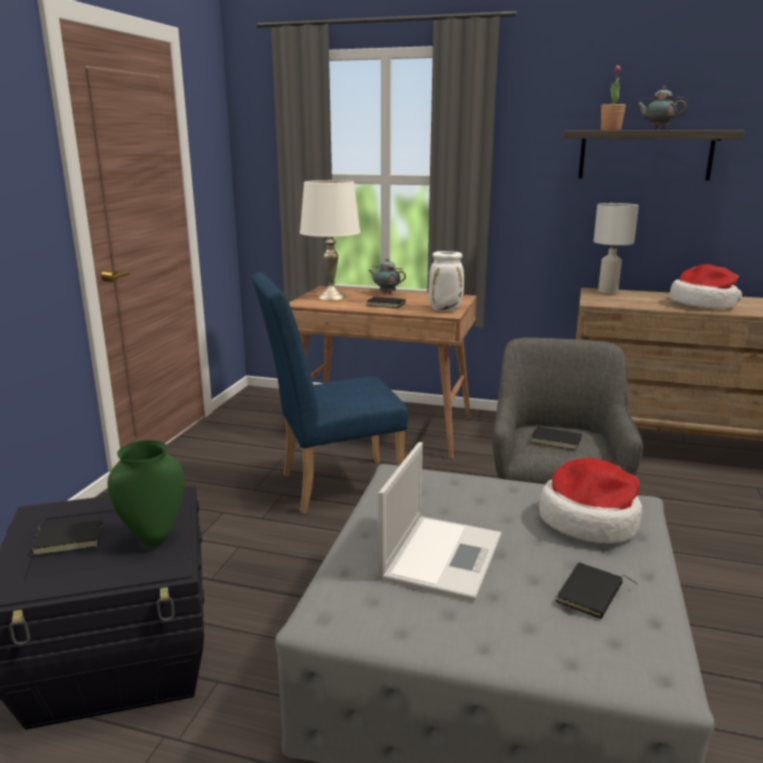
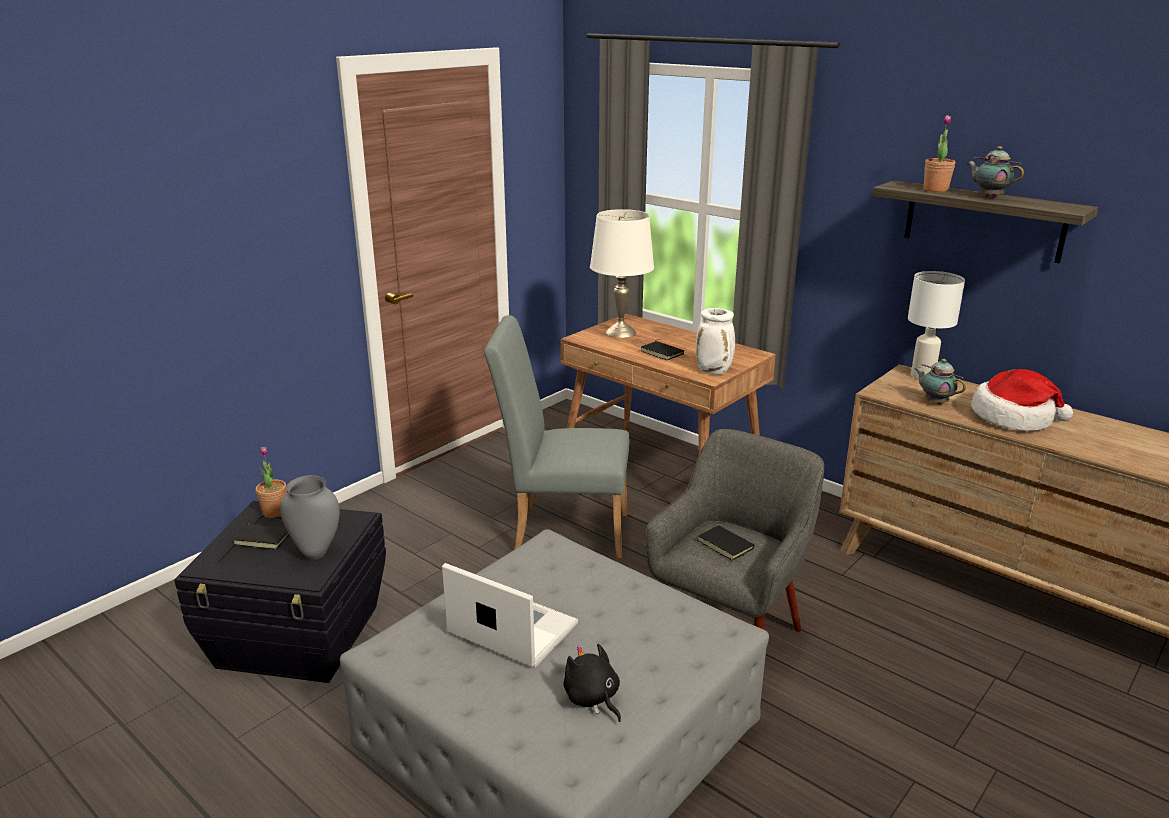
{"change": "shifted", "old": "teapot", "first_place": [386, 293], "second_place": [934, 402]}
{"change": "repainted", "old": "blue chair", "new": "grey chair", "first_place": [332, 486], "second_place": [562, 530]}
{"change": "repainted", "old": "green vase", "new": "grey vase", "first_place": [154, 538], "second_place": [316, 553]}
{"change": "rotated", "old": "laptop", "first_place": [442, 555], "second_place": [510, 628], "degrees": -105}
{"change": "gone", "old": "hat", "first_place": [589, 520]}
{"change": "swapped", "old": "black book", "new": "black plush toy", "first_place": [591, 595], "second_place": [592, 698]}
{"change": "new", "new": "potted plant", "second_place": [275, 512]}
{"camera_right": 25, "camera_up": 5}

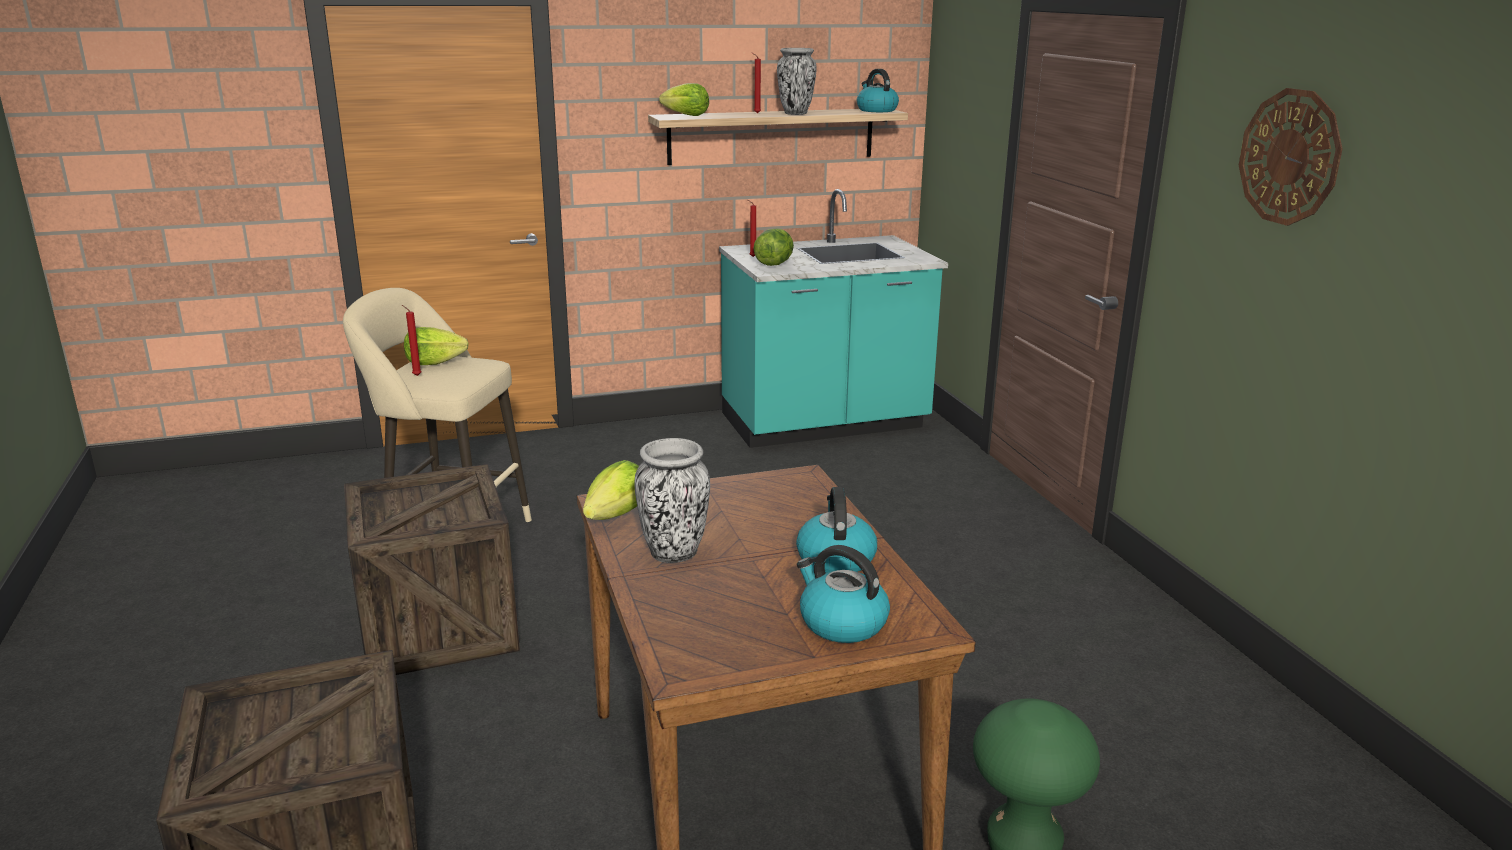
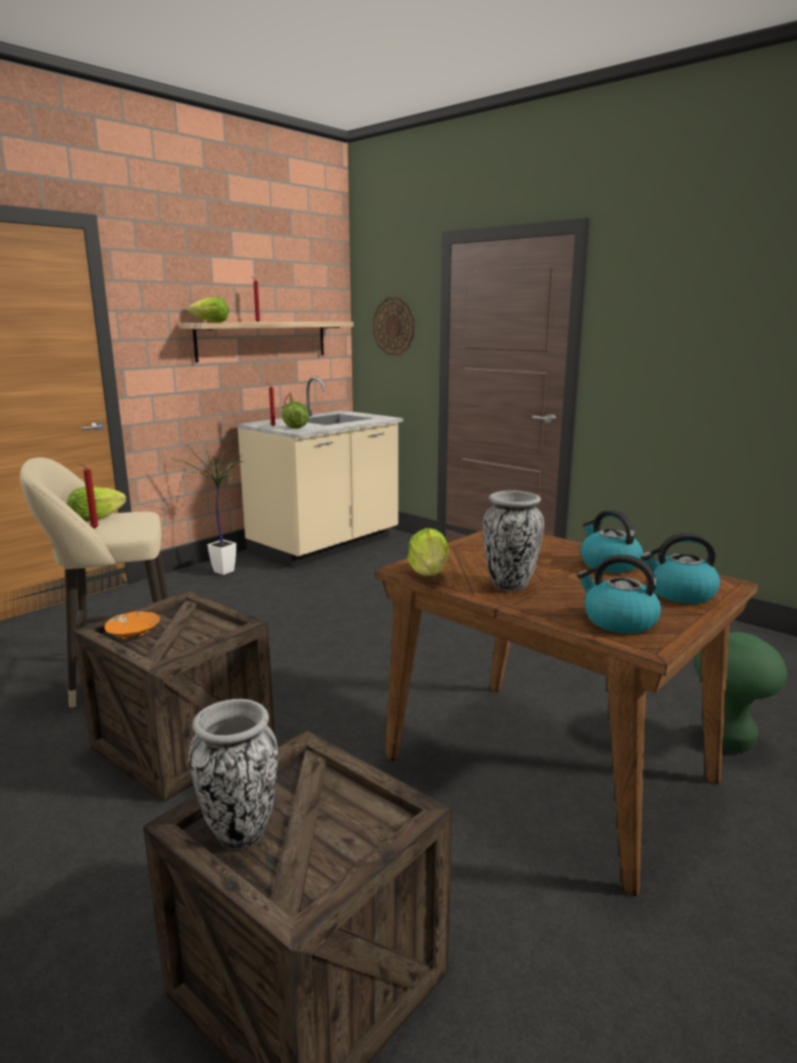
{"change": "shifted", "old": "vase", "first_place": [795, 113], "second_place": [239, 832]}
{"change": "shifted", "old": "kettle", "first_place": [876, 110], "second_place": [618, 621]}
{"change": "shifted", "old": "wall clock", "first_place": [1290, 157], "second_place": [394, 326]}
{"change": "repainted", "old": "turquoise counter", "new": "beige counter", "first_place": [824, 423], "second_place": [326, 545]}
{"change": "new", "new": "potted plant", "second_place": [224, 573]}
{"change": "new", "new": "orange bowl", "second_place": [134, 633]}
{"camera_right": -30, "camera_up": -5}

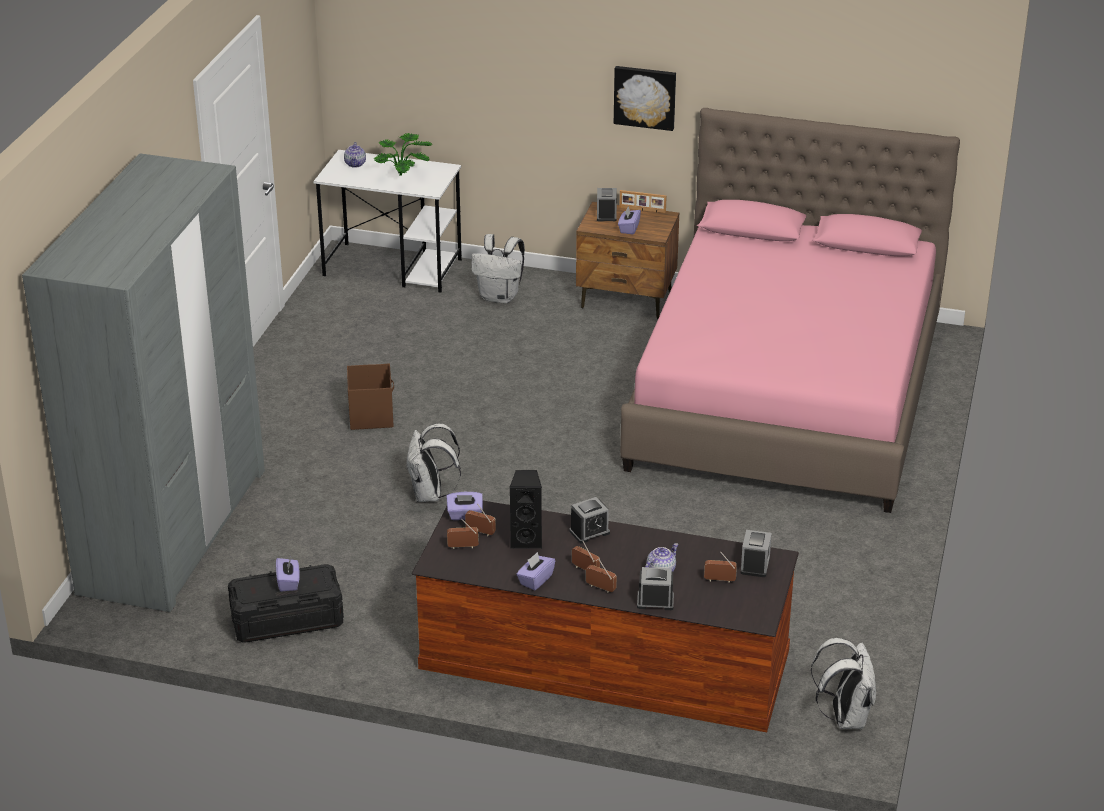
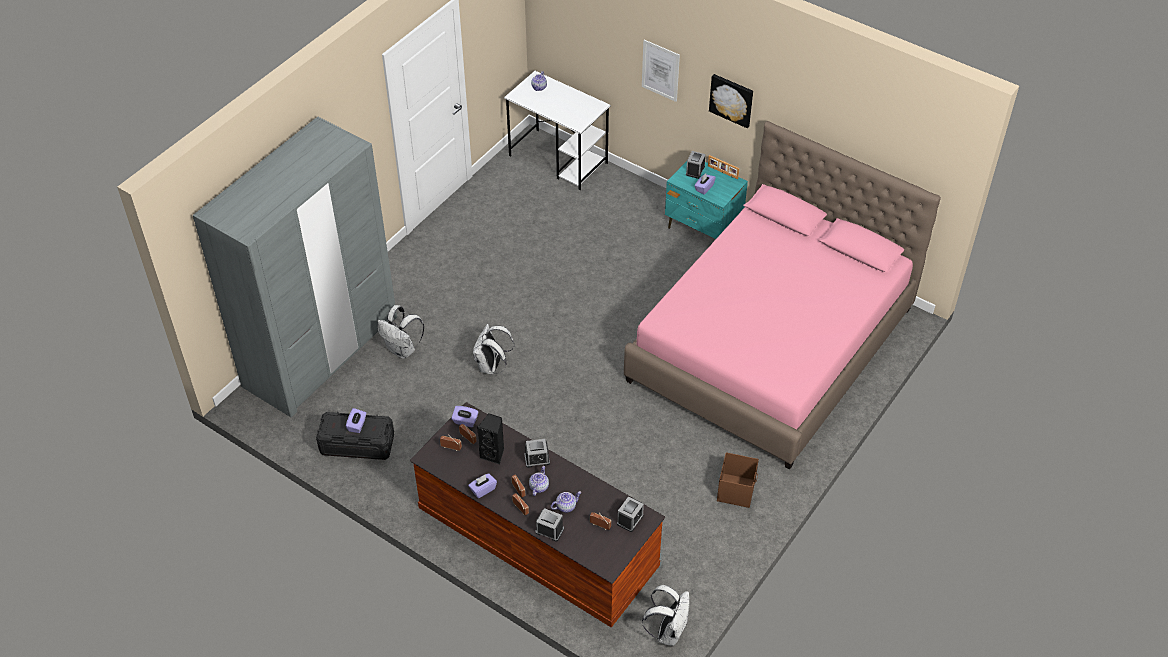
{"change": "gone", "old": "potted plant", "first_place": [404, 175]}
{"change": "repainted", "old": "brown nightstand", "new": "turquoise nightstand", "first_place": [627, 300], "second_place": [703, 228]}
{"change": "shifted", "old": "white backpack", "first_place": [500, 297], "second_place": [402, 350]}
{"change": "shifted", "old": "brown storage box", "first_place": [371, 416], "second_place": [736, 490]}
{"change": "new", "new": "picture", "second_place": [660, 70]}
{"change": "new", "new": "teapot", "second_place": [538, 486]}
{"camera_right": 20, "camera_up": 15}

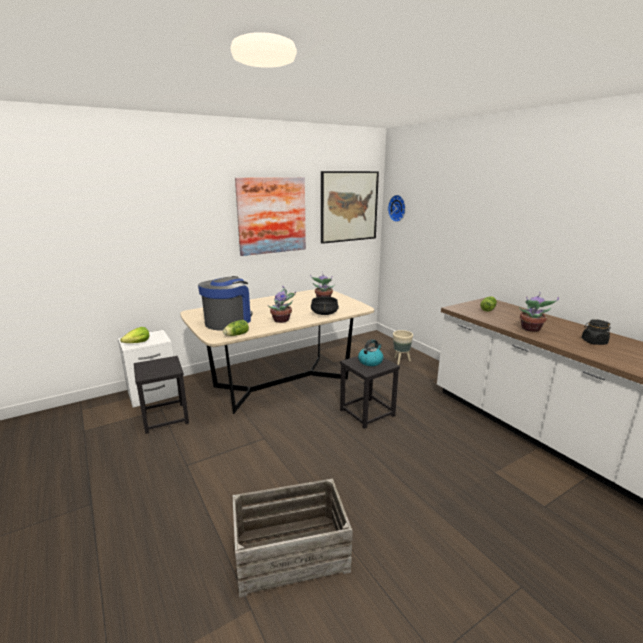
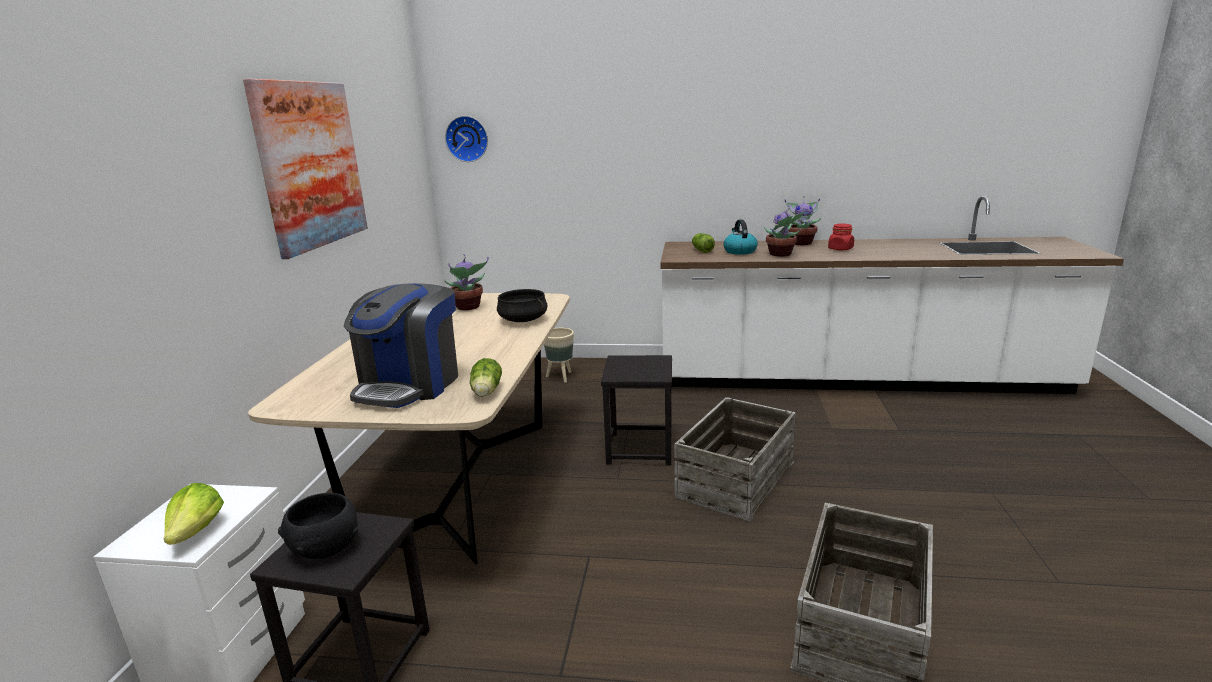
{"change": "gone", "old": "picture", "first_place": [349, 206]}
{"change": "rotated", "old": "coffee machine", "first_place": [228, 322], "second_place": [410, 385], "degrees": -135}
{"change": "shifted", "old": "potted plant", "first_place": [282, 320], "second_place": [801, 243]}
{"change": "repainted", "old": "black jar", "new": "red jar", "first_place": [594, 342], "second_place": [840, 249]}
{"change": "shifted", "old": "kettle", "first_place": [370, 361], "second_place": [739, 251]}
{"change": "new", "new": "crate", "second_place": [734, 479]}
{"change": "new", "new": "black bowl", "second_place": [325, 548]}
{"camera_right": -50, "camera_up": 0}

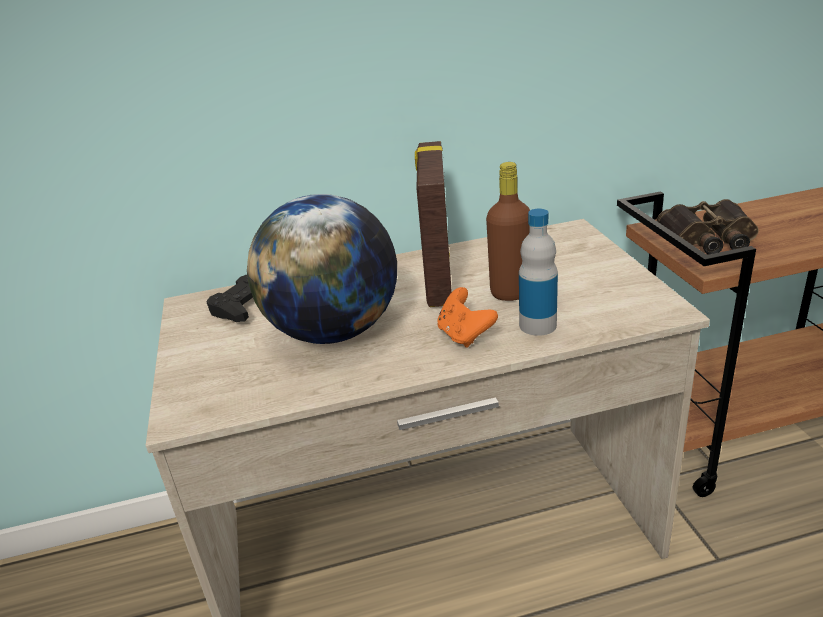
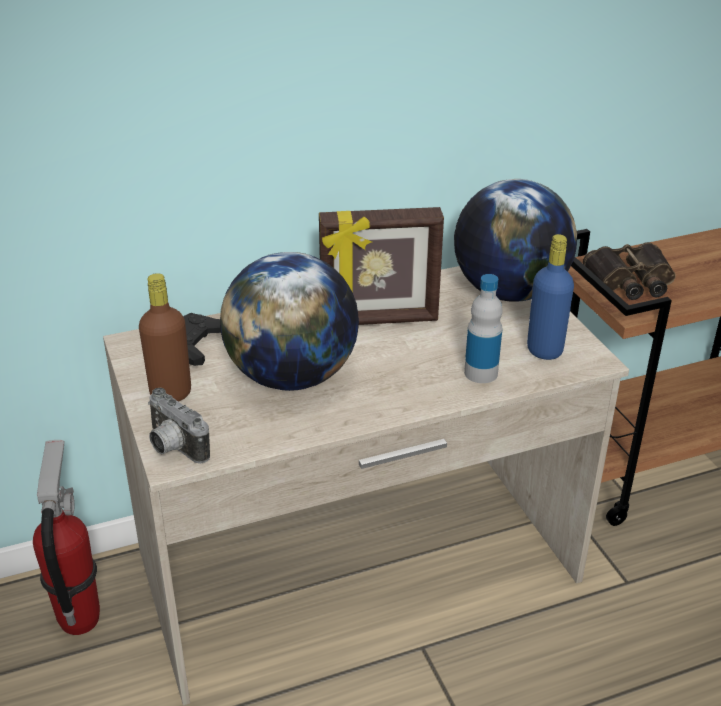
{"change": "rotated", "old": "picture frame", "first_place": [437, 278], "second_place": [379, 321], "degrees": -90}
{"change": "shifted", "old": "brown bottle", "first_place": [510, 293], "second_place": [171, 393]}
{"change": "gone", "old": "orange game controller", "first_place": [464, 335]}
{"change": "new", "new": "globe", "second_place": [509, 292]}
{"change": "new", "new": "blue bottle", "second_place": [544, 350]}
{"change": "new", "new": "photo camera", "second_place": [173, 447]}
{"change": "new", "new": "fire extinguisher", "second_place": [80, 618]}
{"camera_right": -10, "camera_up": 5}

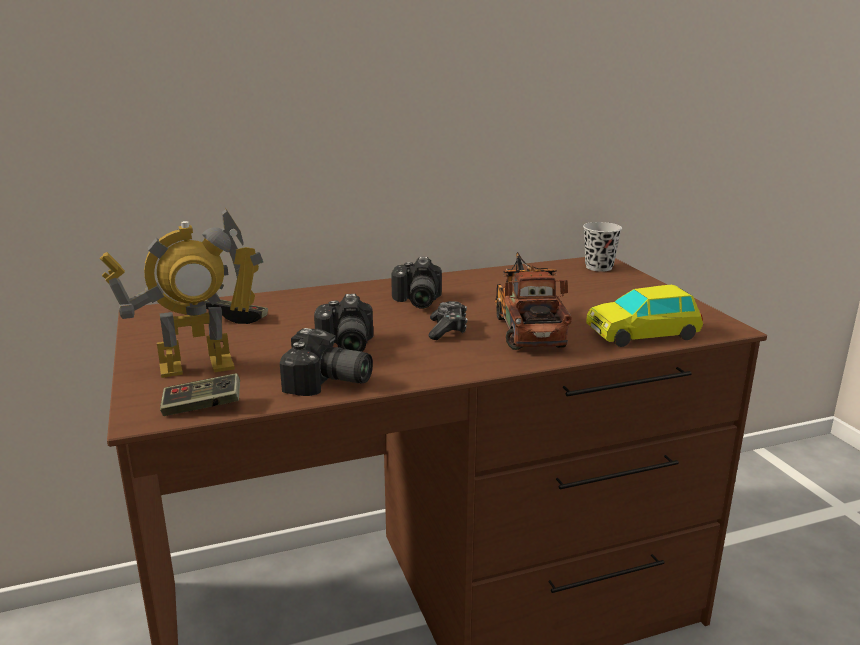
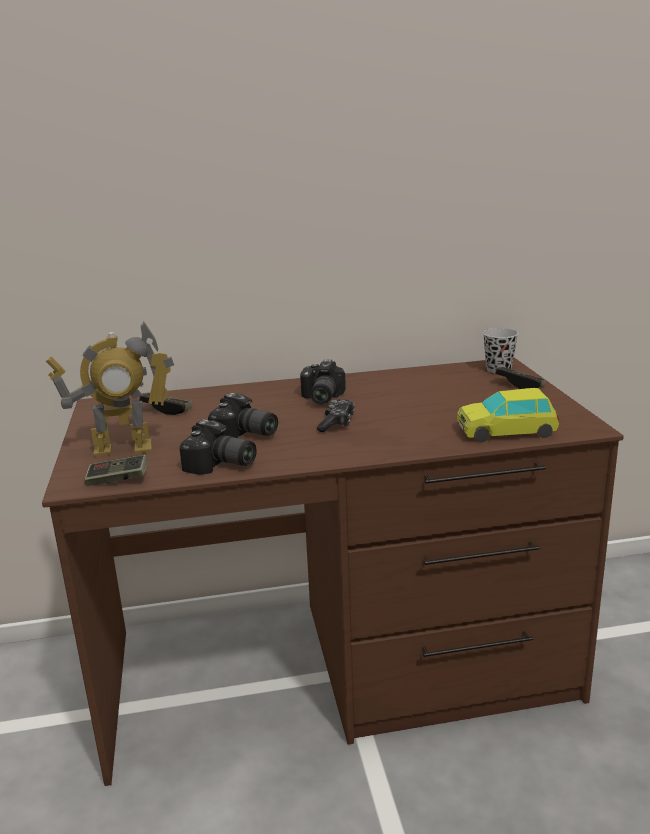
{"change": "gone", "old": "toy truck", "first_place": [527, 327]}
{"change": "rotated", "old": "photo camera", "first_place": [344, 346], "second_place": [245, 435], "degrees": -60}
{"change": "new", "new": "game controller", "second_place": [520, 385]}
{"camera_right": 10, "camera_up": 0}

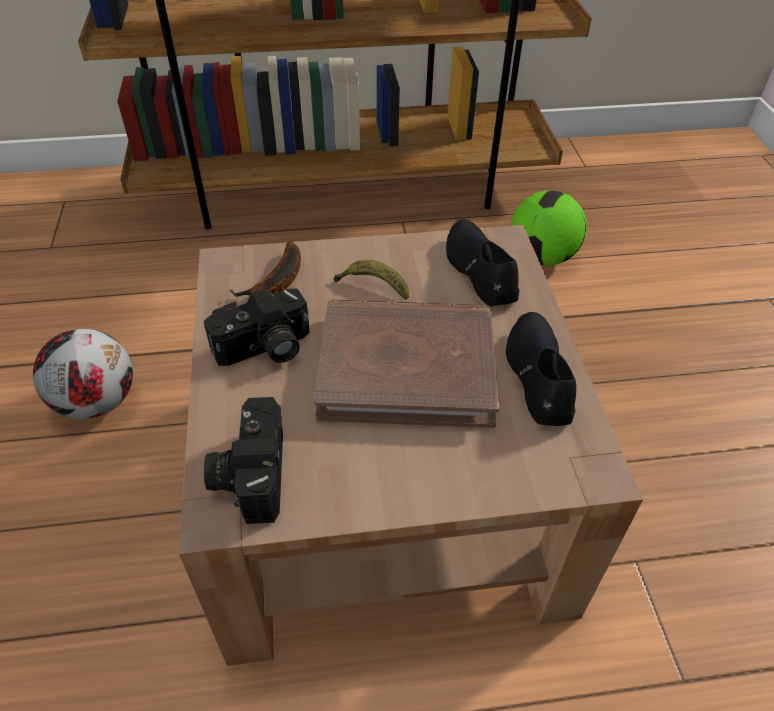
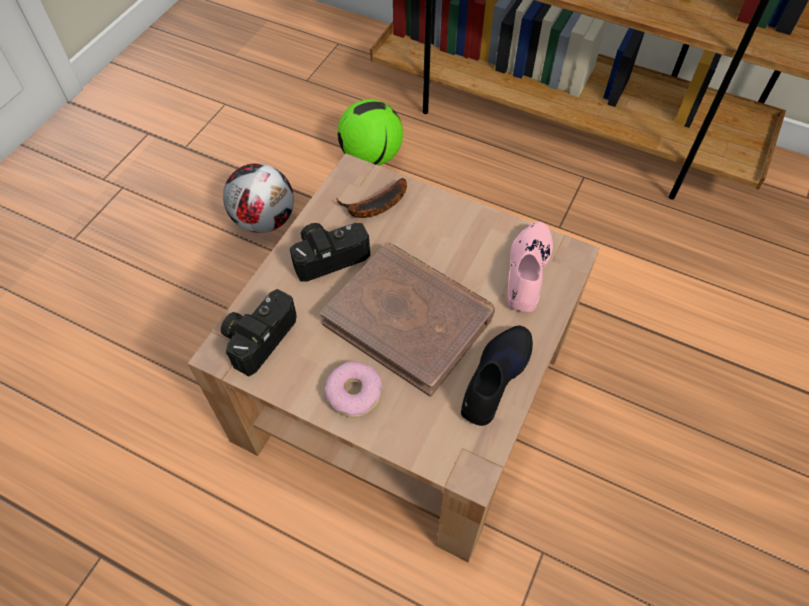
{"change": "shifted", "old": "football", "first_place": [542, 257], "second_place": [371, 156]}
{"change": "repainted", "old": "black shoe", "new": "pink shoe", "first_place": [479, 270], "second_place": [527, 270]}
{"change": "gone", "old": "banana", "first_place": [373, 286]}
{"change": "rotated", "old": "photo camera", "first_place": [265, 349], "second_place": [329, 255], "degrees": 150}
{"change": "new", "new": "donut", "second_place": [354, 393]}
{"camera_right": 35, "camera_up": 10}

